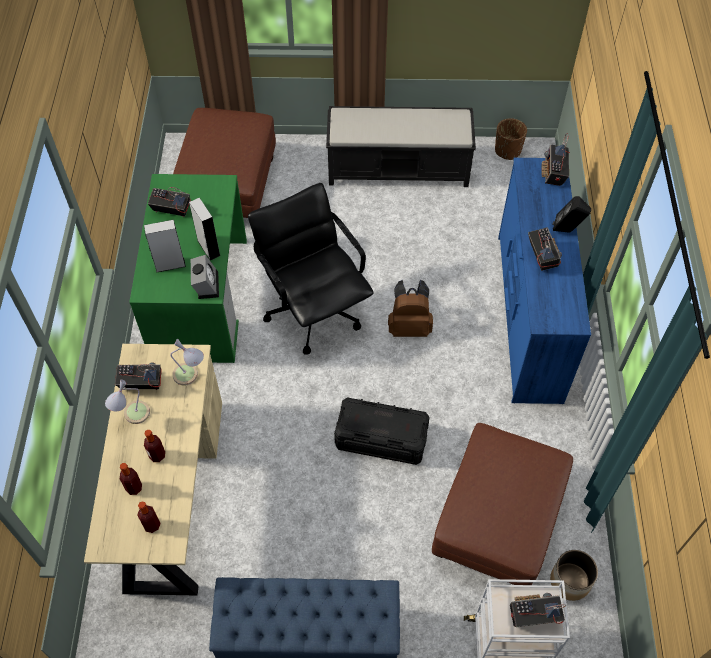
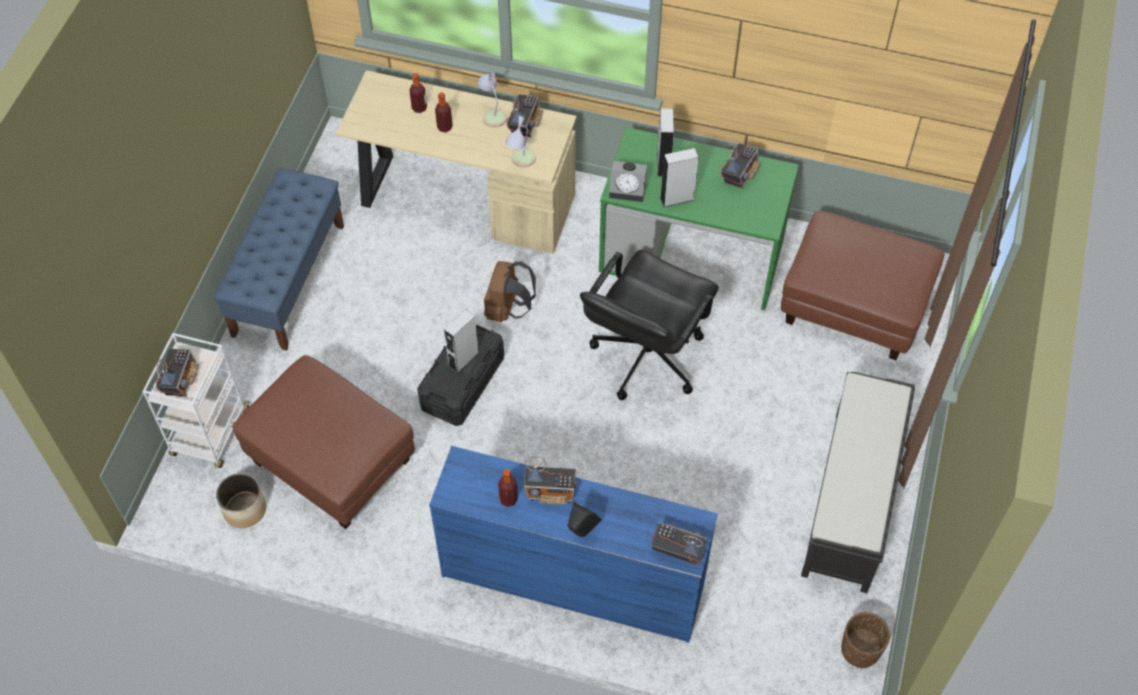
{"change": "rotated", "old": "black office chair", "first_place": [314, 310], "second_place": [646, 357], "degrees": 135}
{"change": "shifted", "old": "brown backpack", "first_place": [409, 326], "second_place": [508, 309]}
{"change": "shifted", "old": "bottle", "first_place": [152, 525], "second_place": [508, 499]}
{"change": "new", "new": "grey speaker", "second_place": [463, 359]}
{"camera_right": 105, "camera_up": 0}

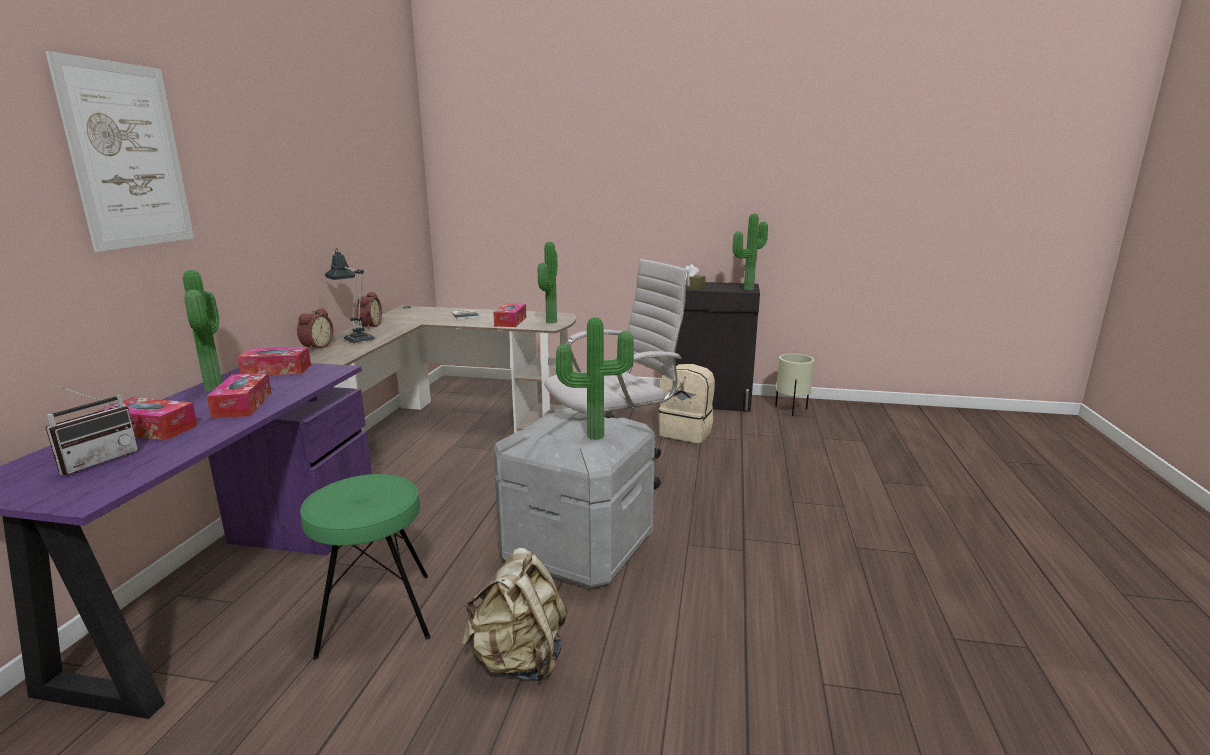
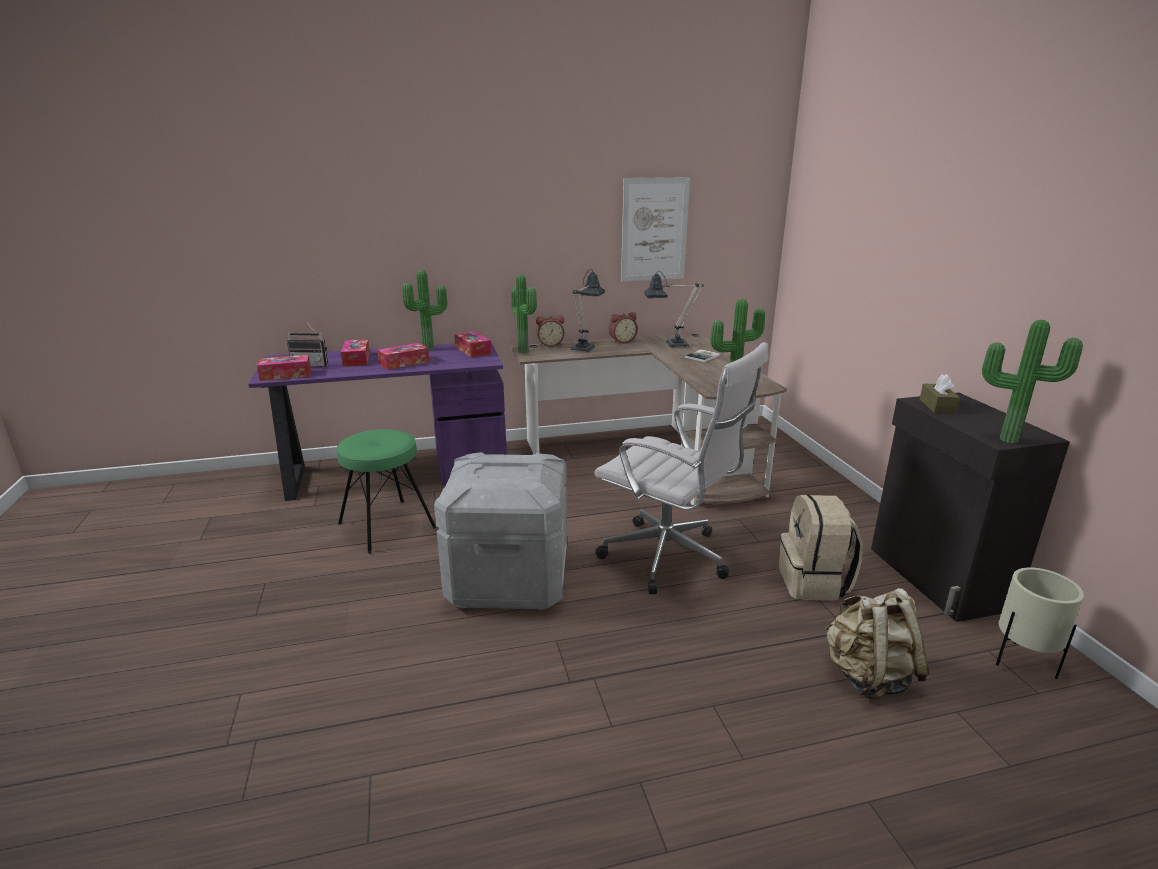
{"change": "shifted", "old": "picture", "first_place": [127, 156], "second_place": [654, 230]}
{"change": "shifted", "old": "tissue box", "first_place": [510, 321], "second_place": [286, 375]}
{"change": "shifted", "old": "potted plant", "first_place": [595, 435], "second_place": [525, 351]}
{"change": "shifted", "old": "beige backpack", "first_place": [519, 660], "second_place": [868, 676]}
{"change": "new", "new": "table lamp", "second_place": [671, 345]}
{"camera_right": 65, "camera_up": 5}

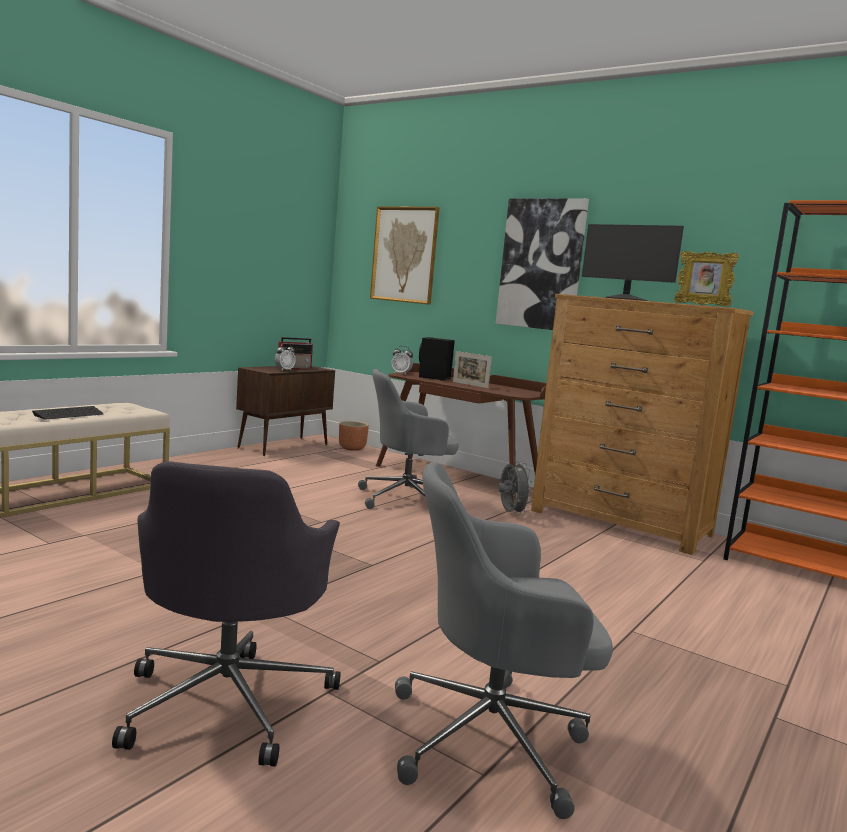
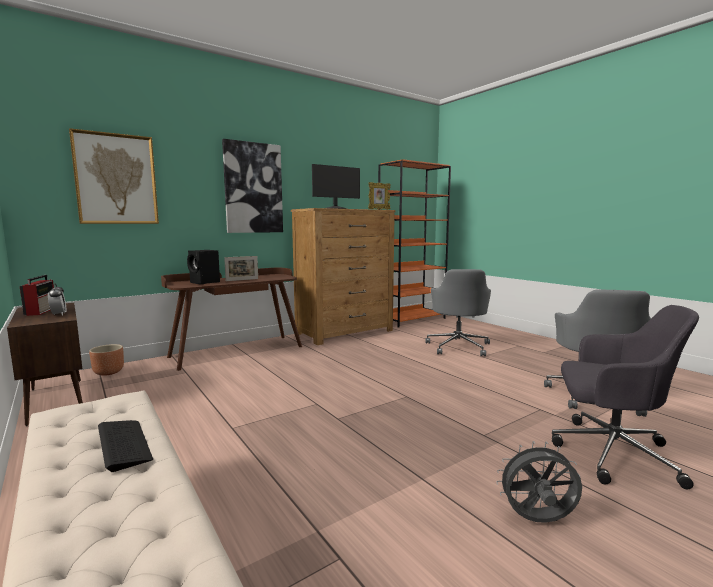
{"change": "gone", "old": "alarm clock", "first_place": [401, 373]}
{"change": "shifted", "old": "grey office chair", "first_place": [407, 499], "second_place": [458, 346]}
{"change": "shifted", "old": "grey fan", "first_place": [510, 513], "second_place": [537, 521]}
{"camera_right": -70, "camera_up": 0}

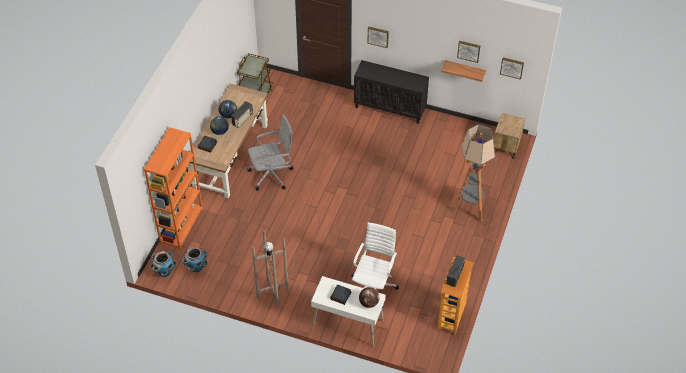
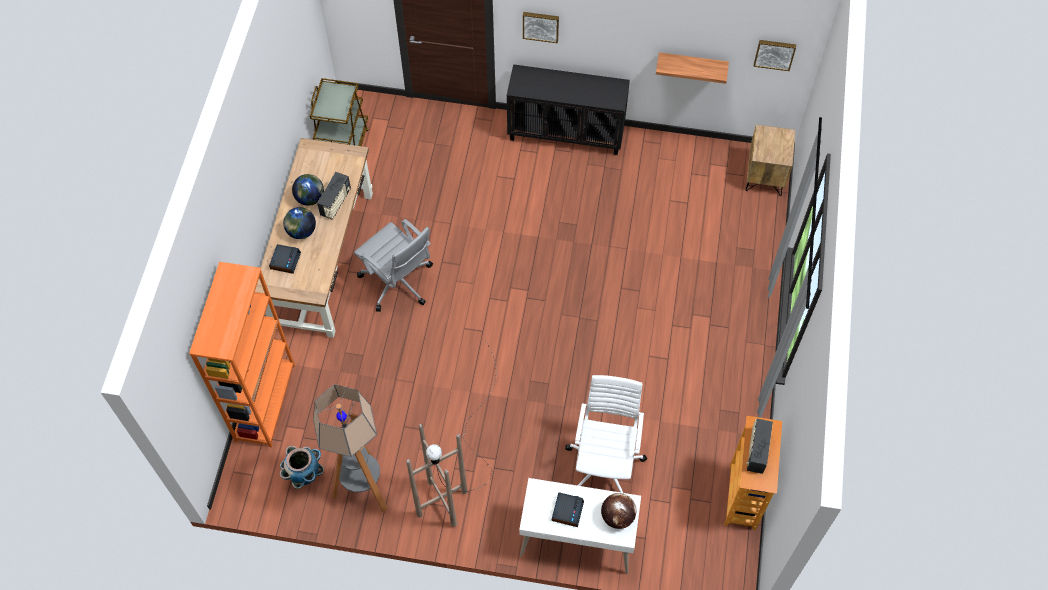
{"change": "gone", "old": "picture", "first_place": [469, 50]}
{"change": "rotated", "old": "grey office chair", "first_place": [272, 174], "second_place": [398, 283], "degrees": 75}
{"change": "shifted", "old": "floor lamp", "first_place": [469, 209], "second_place": [364, 489]}
{"change": "gone", "old": "planter", "first_place": [165, 272]}
{"camera_right": -10, "camera_up": 10}

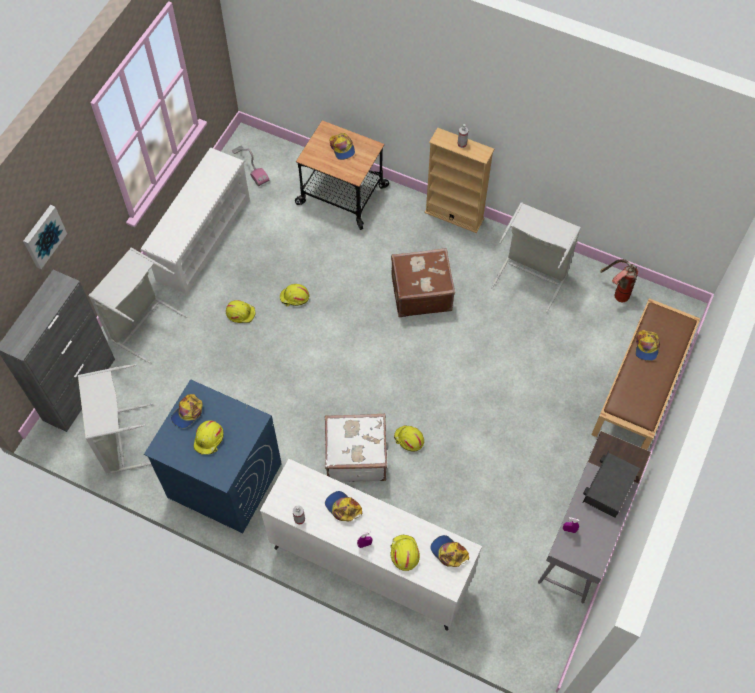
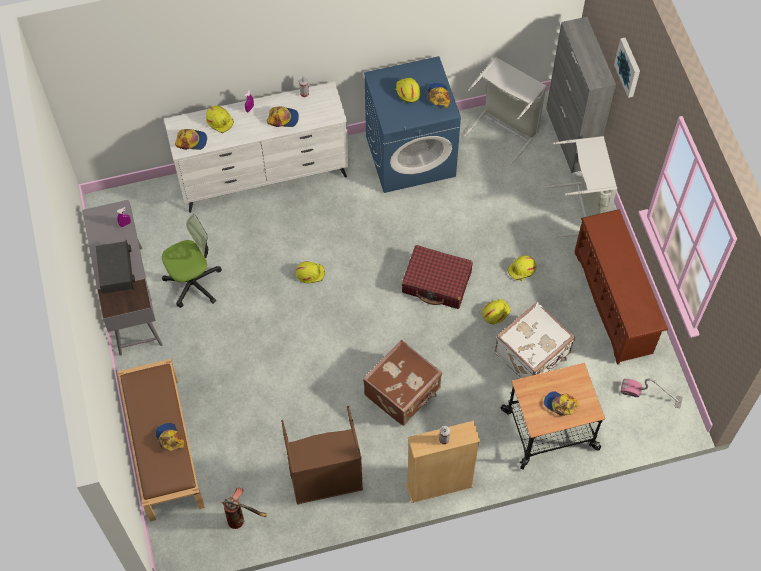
{"change": "repainted", "old": "white shoe rack", "new": "brown shoe rack", "first_place": [202, 239], "second_place": [614, 303]}
{"change": "repainted", "old": "grey laundry basket", "new": "brown laundry basket", "first_place": [532, 275], "second_place": [326, 480]}
{"change": "shifted", "old": "white suitcase", "first_place": [355, 455], "second_place": [533, 354]}
{"change": "new", "new": "office chair", "second_place": [193, 282]}
{"change": "new", "new": "red suitcase", "second_place": [437, 282]}
{"camera_right": 140, "camera_up": 0}

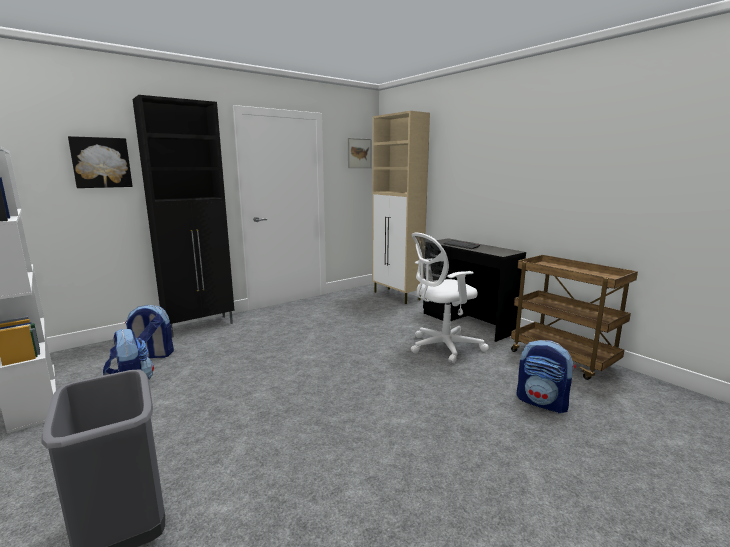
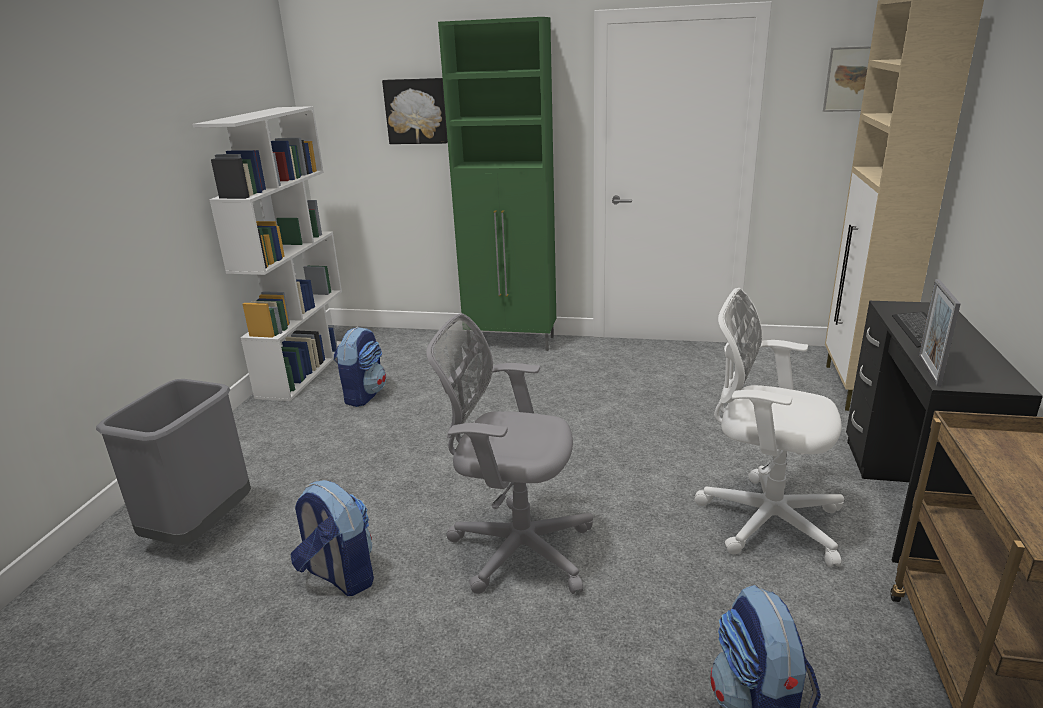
{"change": "repainted", "old": "black cabinet", "new": "green cabinet", "first_place": [200, 326], "second_place": [512, 342]}
{"change": "shifted", "old": "backpack", "first_place": [151, 356], "second_place": [339, 576]}
{"change": "new", "new": "picture frame", "second_place": [929, 370]}
{"change": "new", "new": "grey office chair", "second_place": [515, 548]}
{"camera_right": 50, "camera_up": 10}

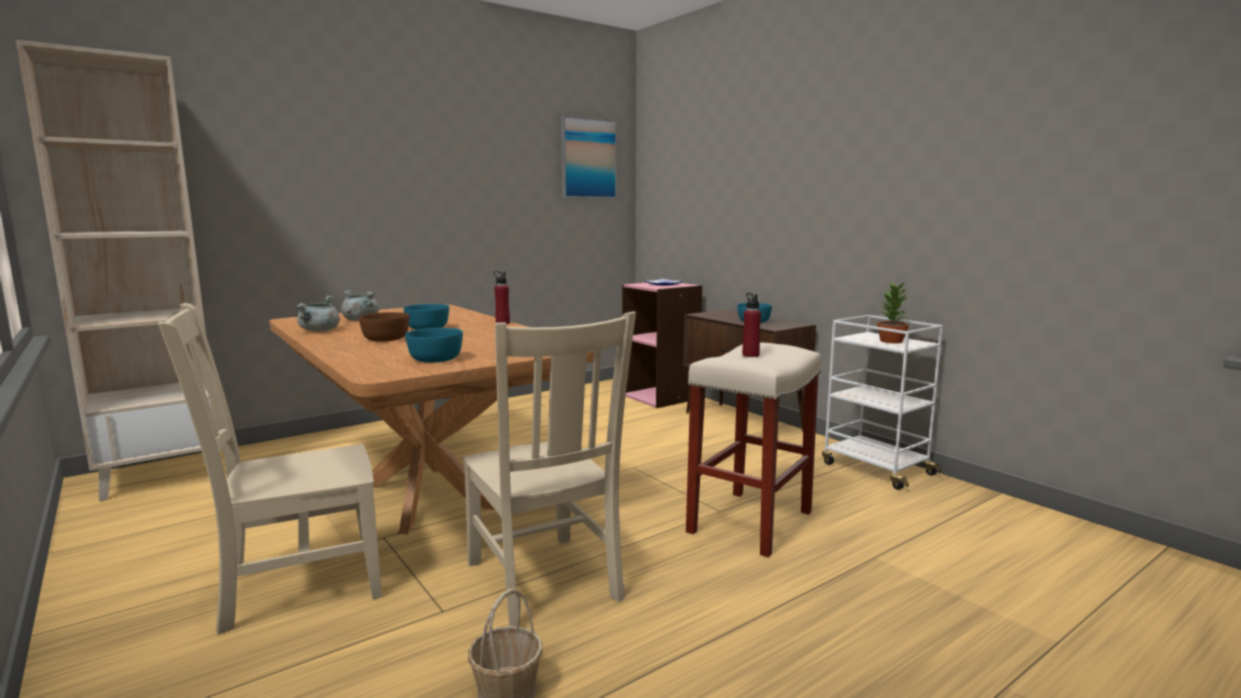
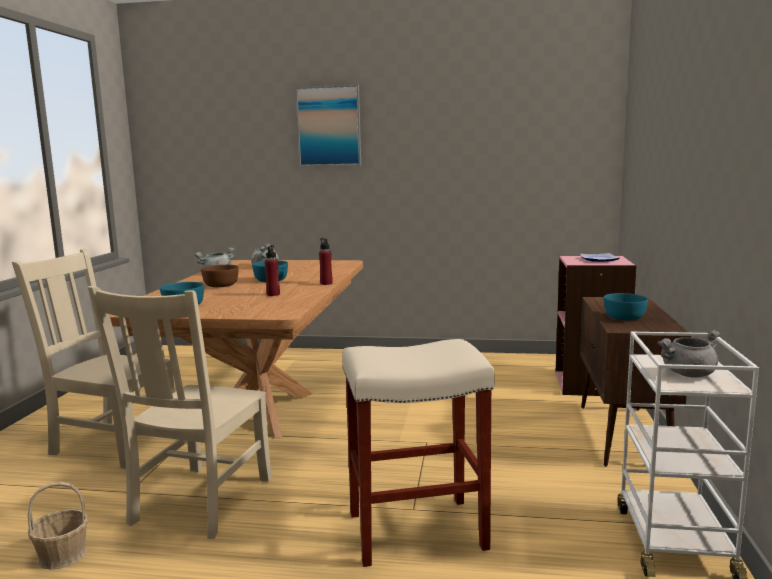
{"change": "gone", "old": "beige bookcase", "first_place": [161, 475]}
{"change": "shifted", "old": "picture", "first_place": [588, 158], "second_place": [329, 126]}
{"change": "swapped", "old": "potted plant", "new": "grey cooking pot", "first_place": [891, 341], "second_place": [688, 374]}
{"change": "shifted", "old": "red bottle", "first_place": [750, 355], "second_place": [273, 294]}
{"camera_right": 45, "camera_up": 0}

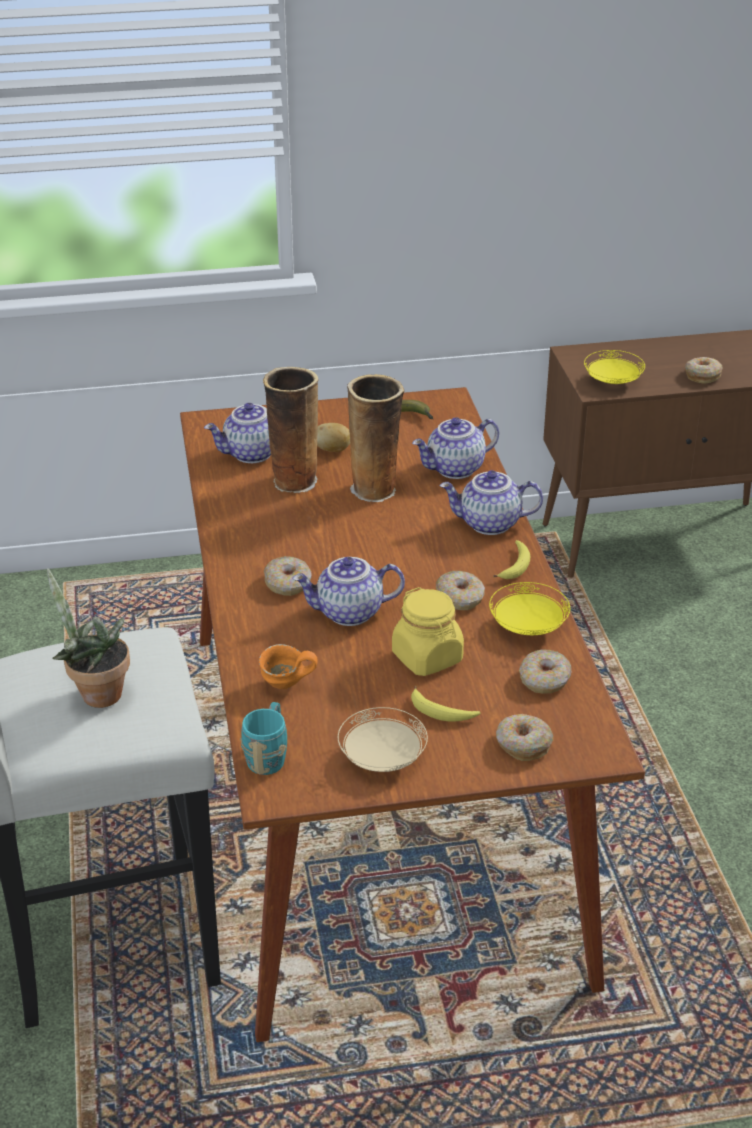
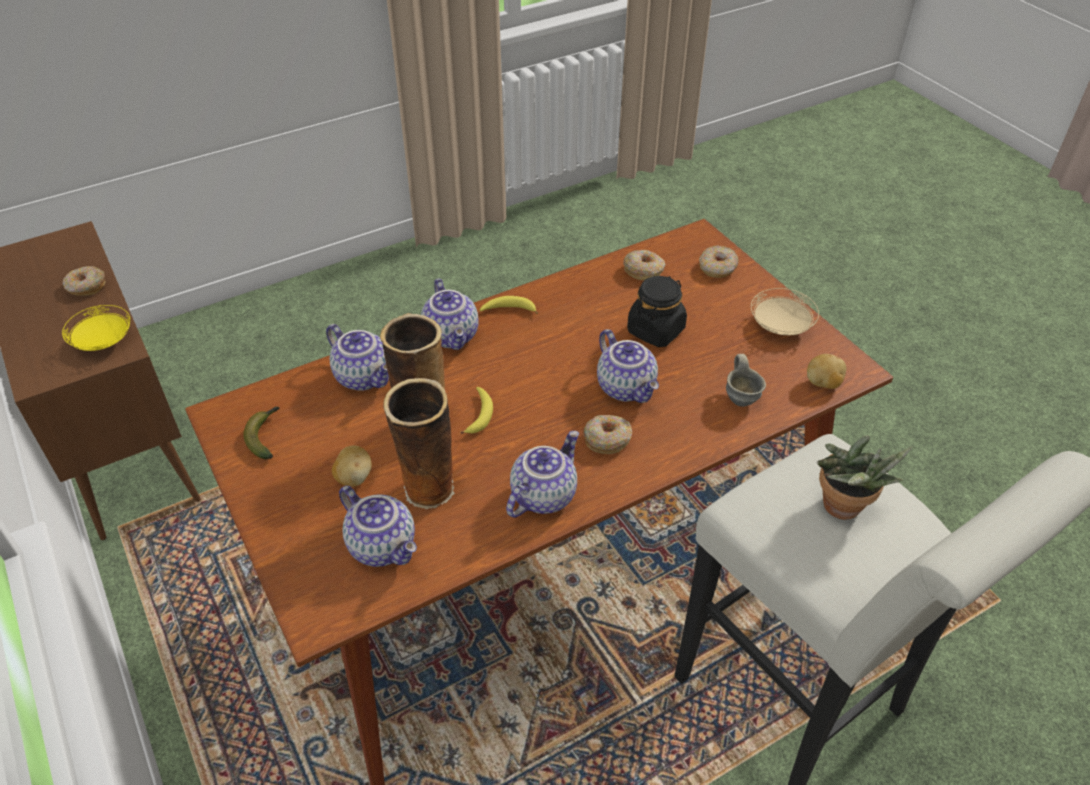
{"change": "gone", "old": "donut", "first_place": [460, 598]}
{"change": "gone", "old": "yellow plate", "first_place": [528, 627]}
{"change": "repainted", "old": "yellow jar", "new": "black jar", "first_place": [427, 657], "second_place": [656, 330]}
{"change": "repainted", "old": "orange mug", "new": "grey mug", "first_place": [286, 687], "second_place": [742, 397]}
{"change": "shifted", "old": "banana", "first_place": [441, 712], "second_place": [479, 415]}
{"change": "swapped", "old": "turquoise mug", "new": "potato", "first_place": [268, 756], "second_place": [823, 383]}
{"change": "new", "new": "teapot", "second_place": [542, 495]}
{"camera_right": -110, "camera_up": 10}

